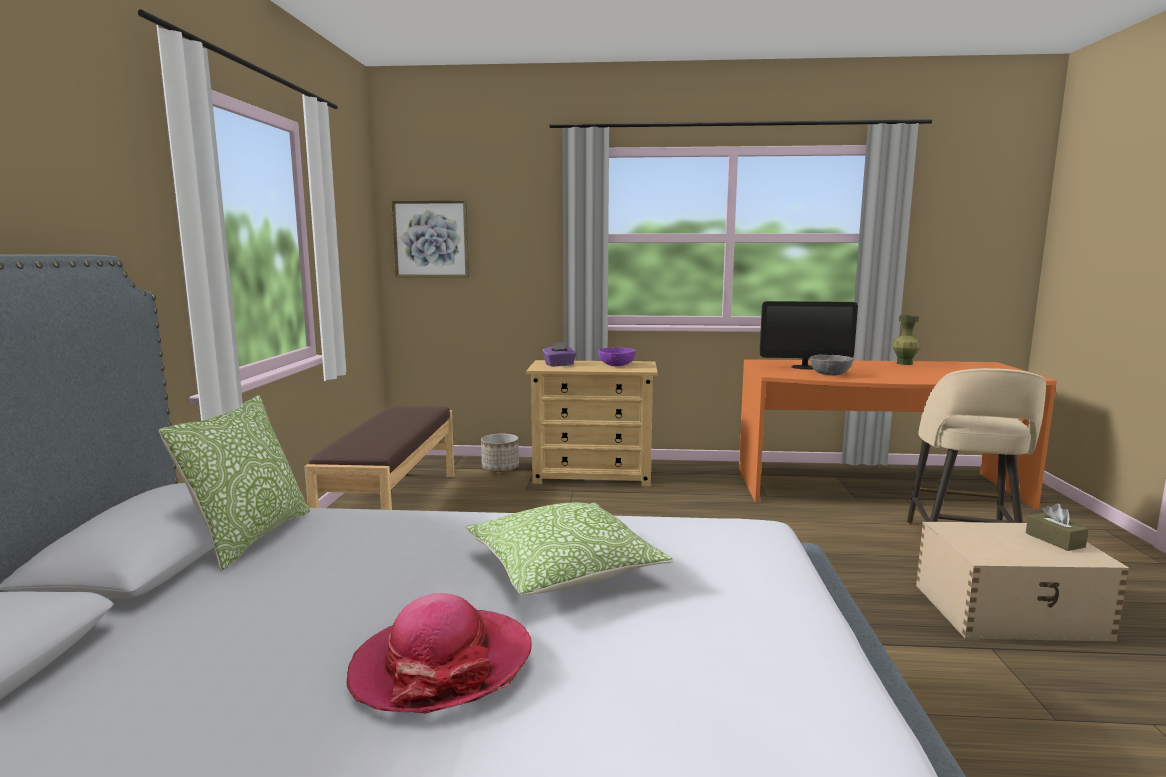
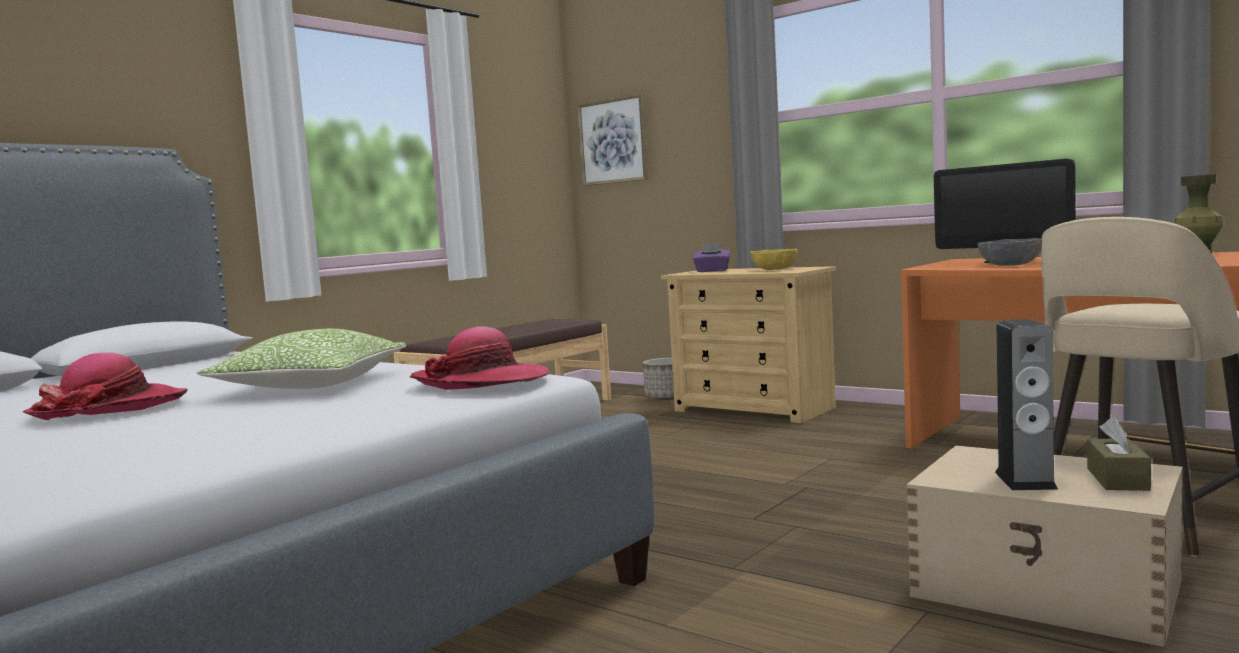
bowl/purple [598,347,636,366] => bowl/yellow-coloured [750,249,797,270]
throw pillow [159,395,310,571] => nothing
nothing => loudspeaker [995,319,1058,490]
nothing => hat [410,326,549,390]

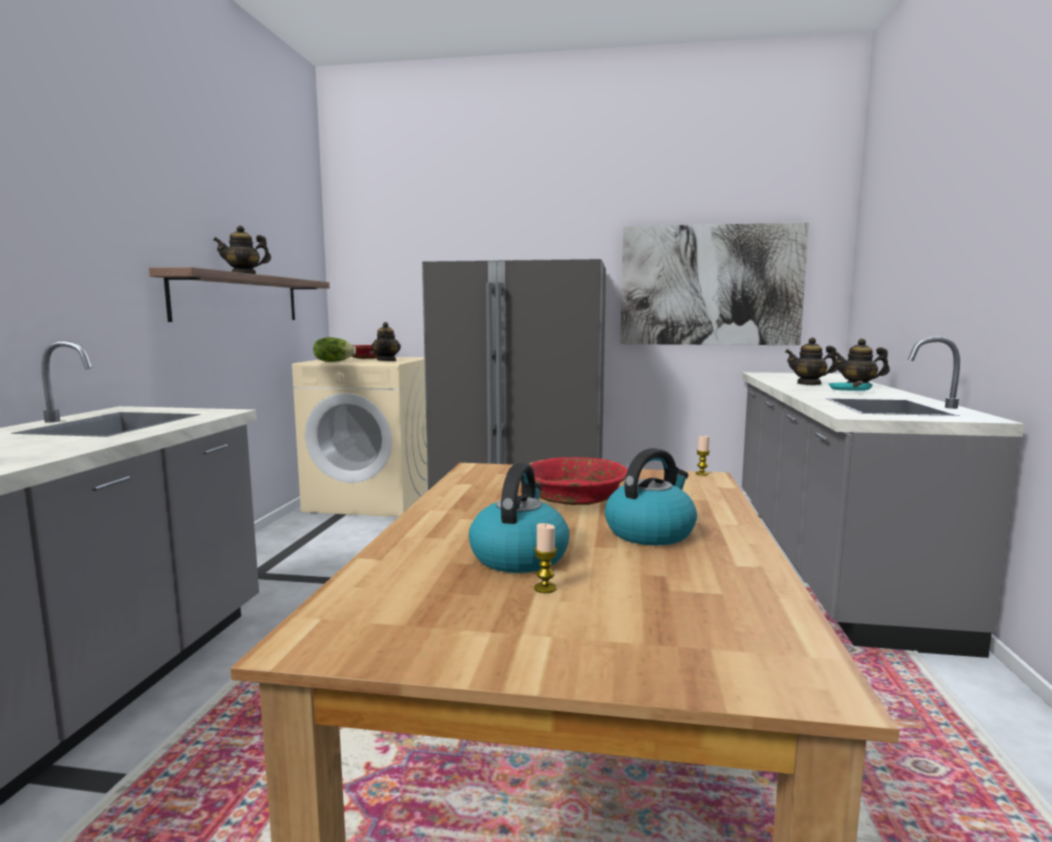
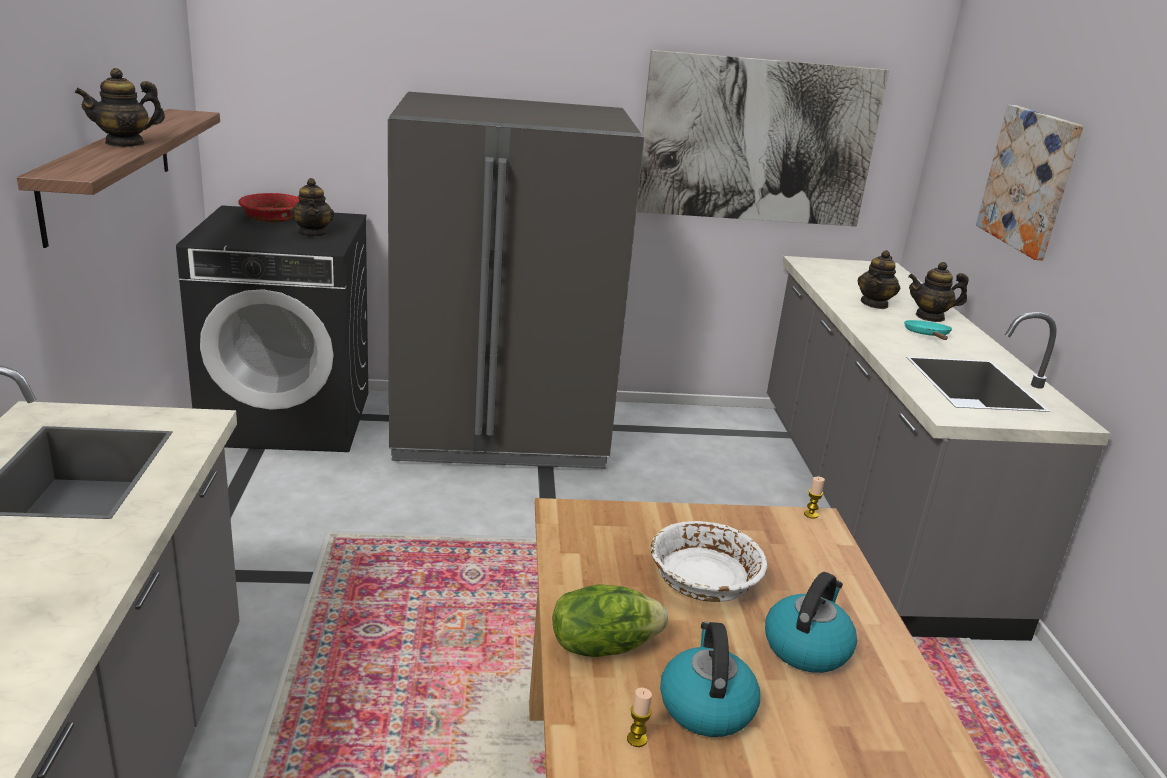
head of lettuce [313,337,356,362] => head of lettuce [553,584,668,657], moved
pot for tea [785,337,837,385] => pot for tea [857,250,900,309], 60 degrees counterclockwise
washing machine/sand-coloured [292,357,428,517] => washing machine/black-coloured [176,205,368,452]
bowl/reddish [529,457,628,505] => bowl/white [651,521,767,602]
wax light [534,523,557,593] => wax light [627,688,652,747], moved
nothing => picture [976,105,1083,260]

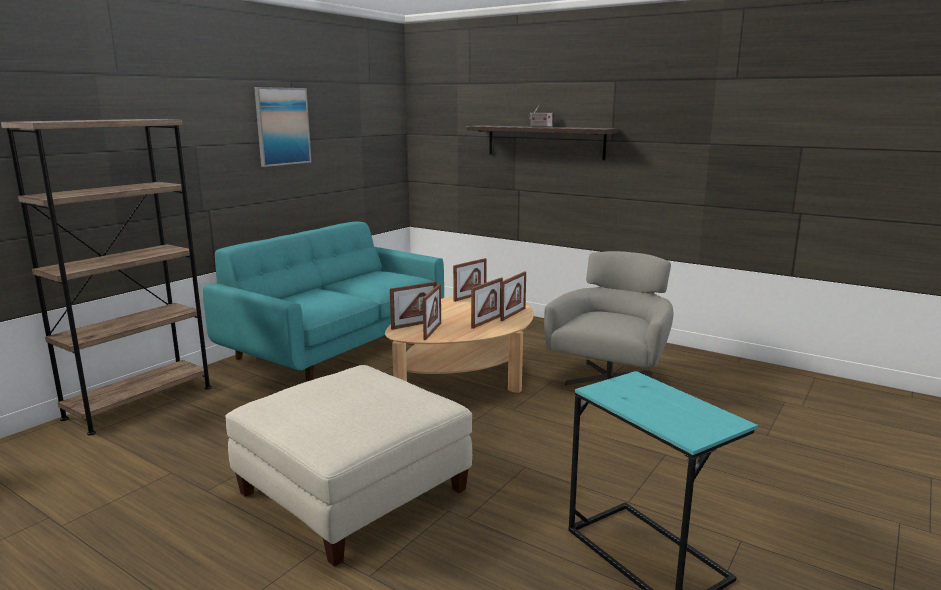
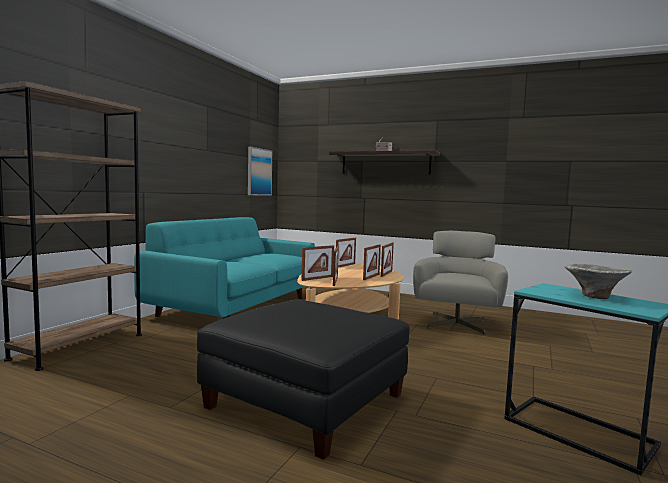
picture [254,87,311,167] => picture [248,147,272,196], moved
pouffe/sand-coloured [225,365,472,567] => pouffe/black-coloured [197,299,410,460]
nothing => bowl [564,264,632,299]

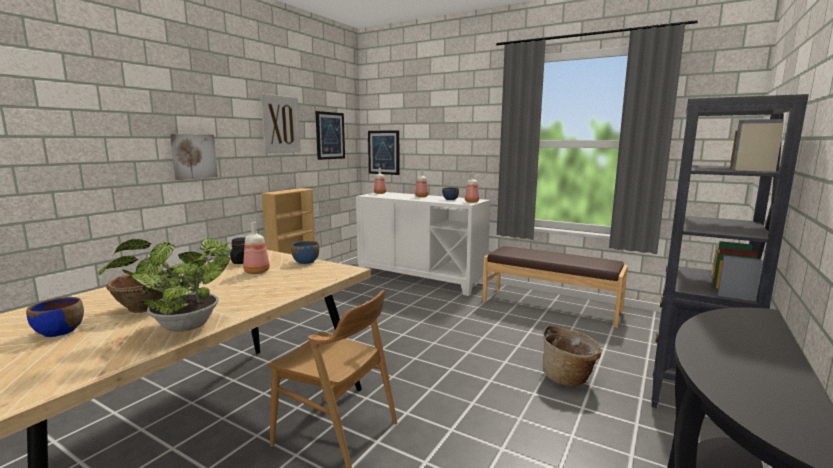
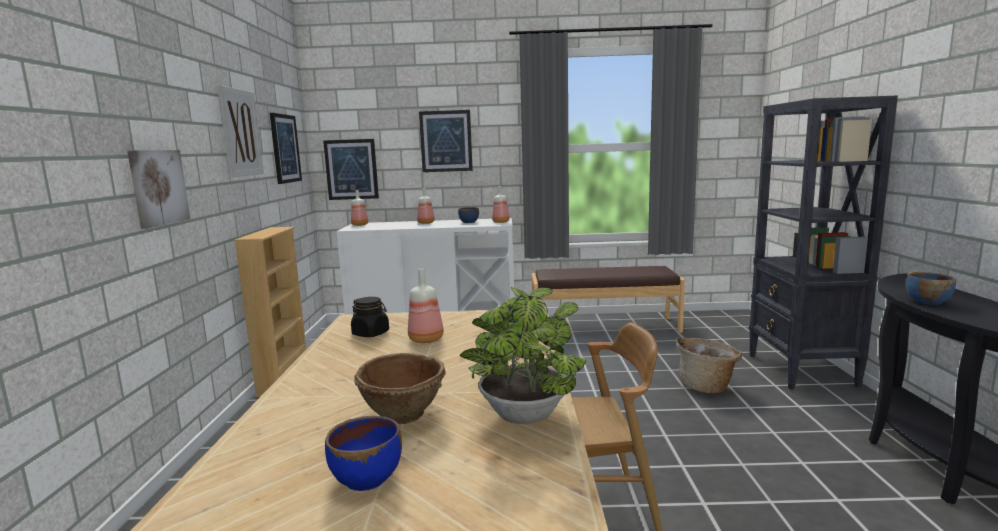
bowl/blue [291,241,319,264] => bowl/blue [906,272,956,305], moved
nothing => picture [419,110,473,172]

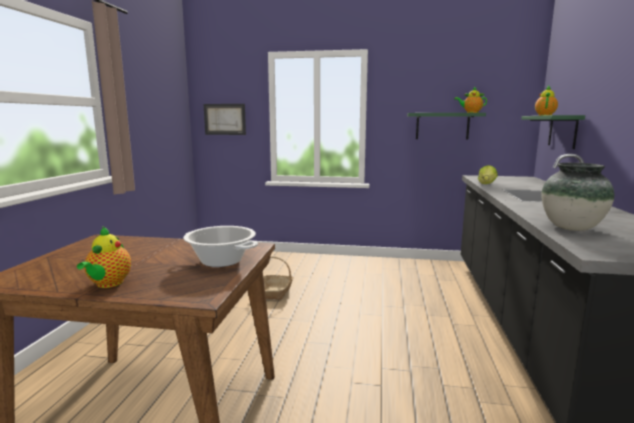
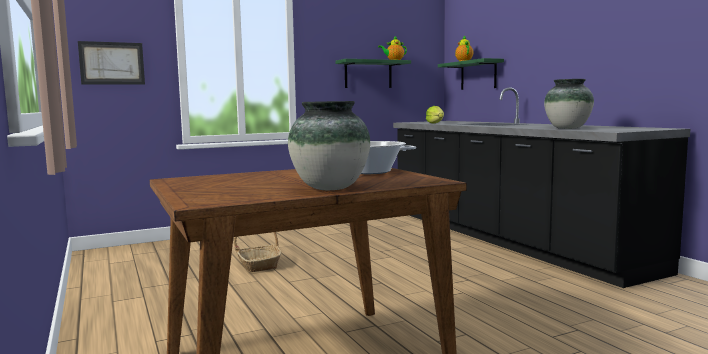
pot for tea [77,226,131,288] => flower vase [288,101,370,190]

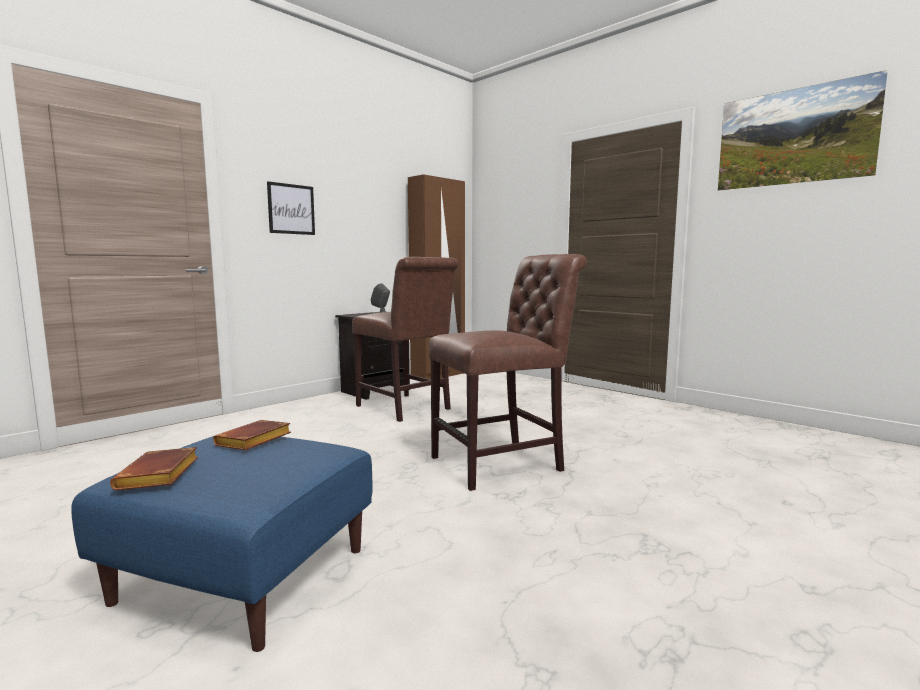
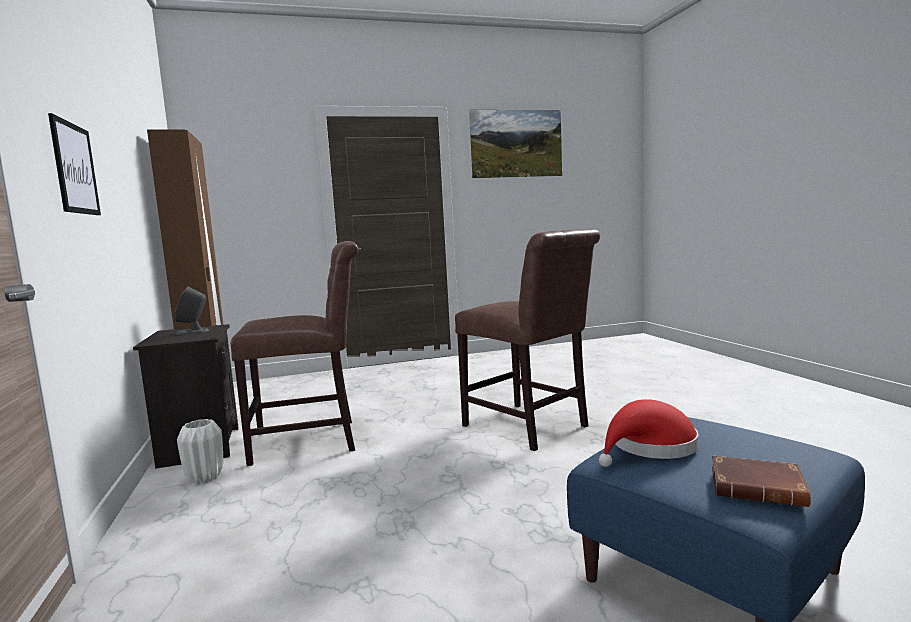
upright chair/brownish [429,254,587,491] => upright chair/brownish [455,229,600,451], 135 degrees clockwise
book/brownish [213,420,291,450] => hat/reddish [599,399,698,467]
nothing => flower vase/white [177,419,223,484]

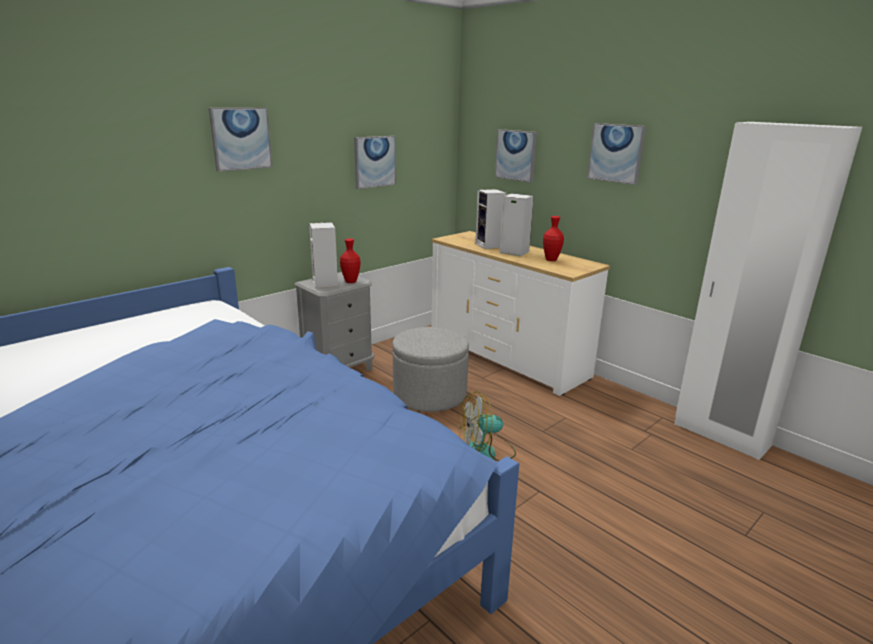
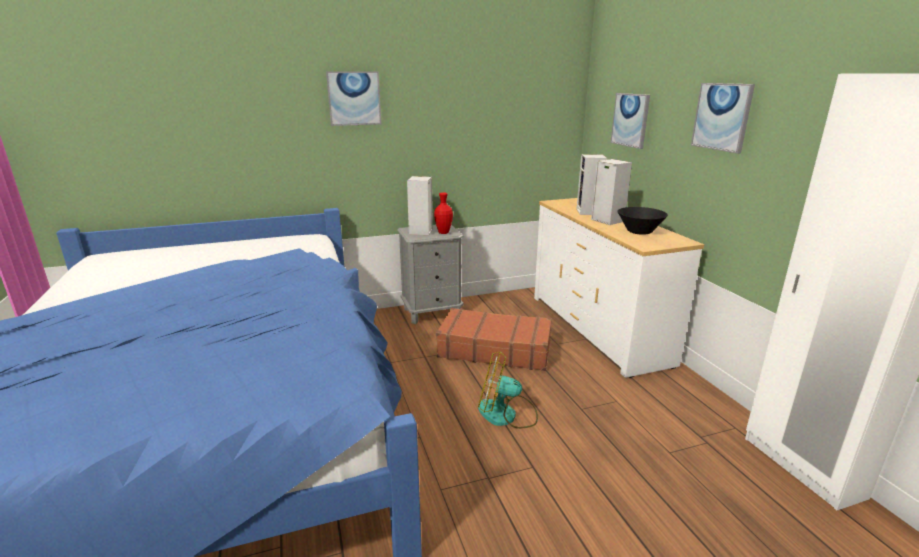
picture [354,136,396,189] => nothing
flower vase/reddish [543,216,564,261] => bowl/black-coloured [617,207,668,235]
pouffe/gray [392,327,469,412] => suitcase/brownish [436,308,552,371]

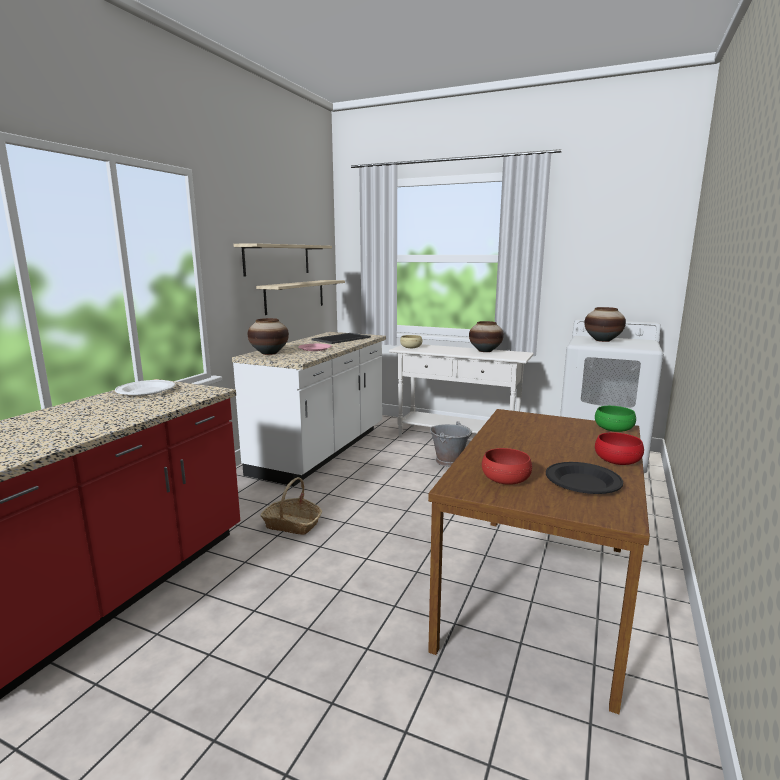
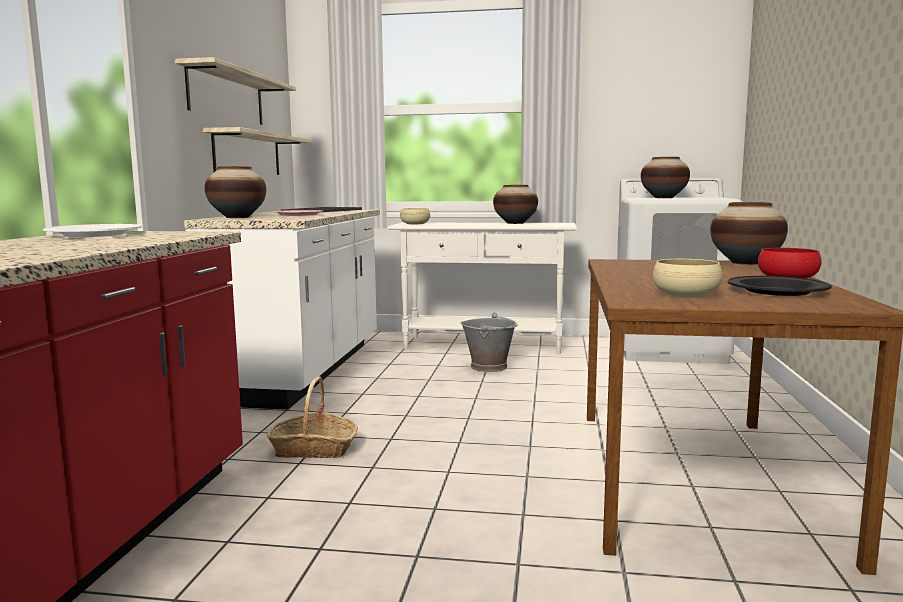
bowl/green [595,406,636,432] => flower vase [710,202,788,265]
bowl/reddish [482,448,532,485] => bowl/sand-coloured [653,259,723,297]

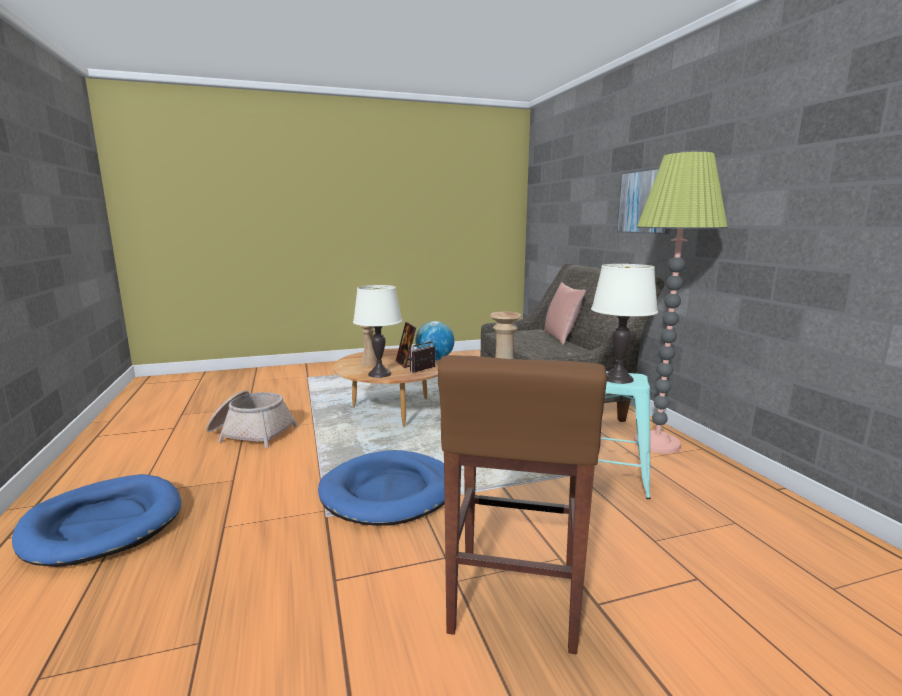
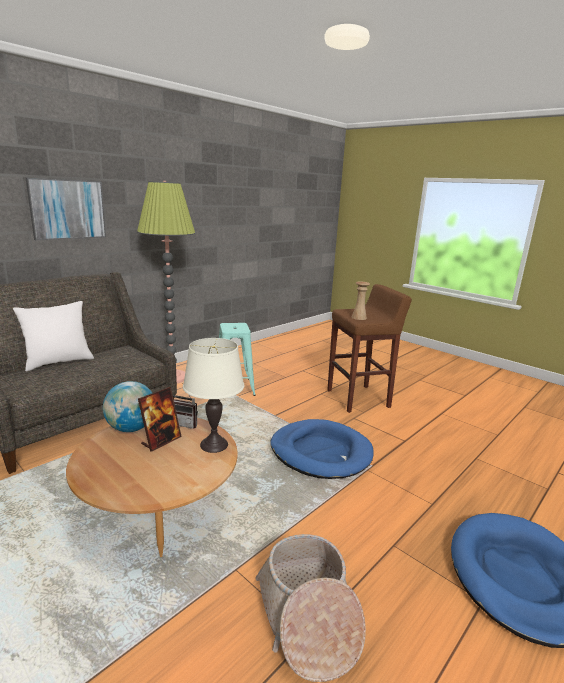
table lamp/white [591,264,658,384] => nothing
throw pillow/pink [544,282,586,345] => throw pillow/white [13,301,94,372]
flower vase/sand-coloured [360,325,377,366] => nothing

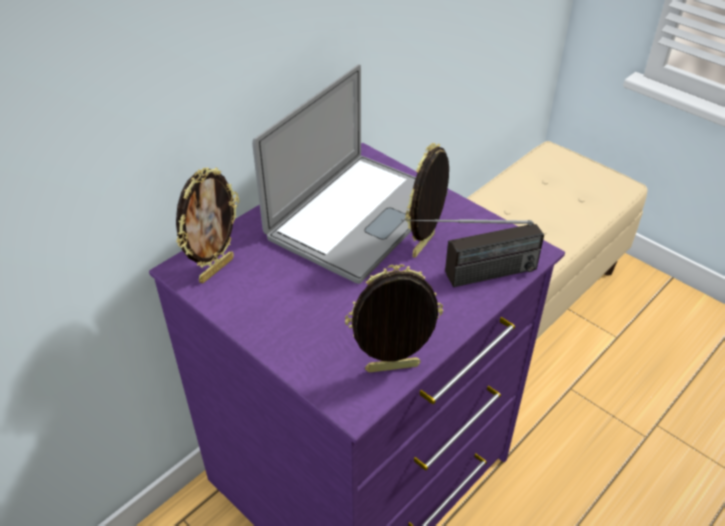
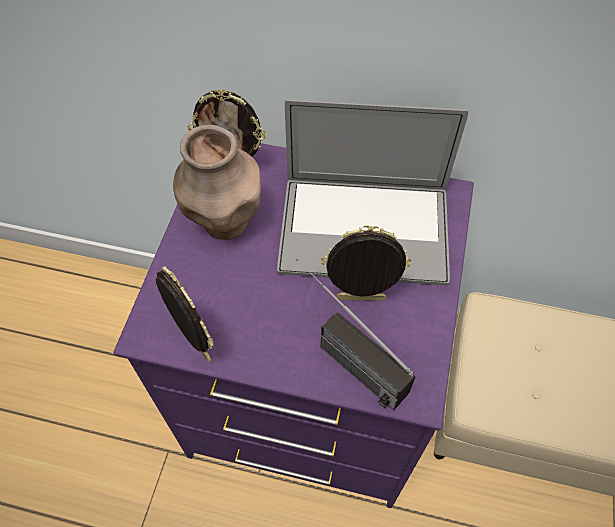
nothing => flower vase/brownish [173,124,261,240]

